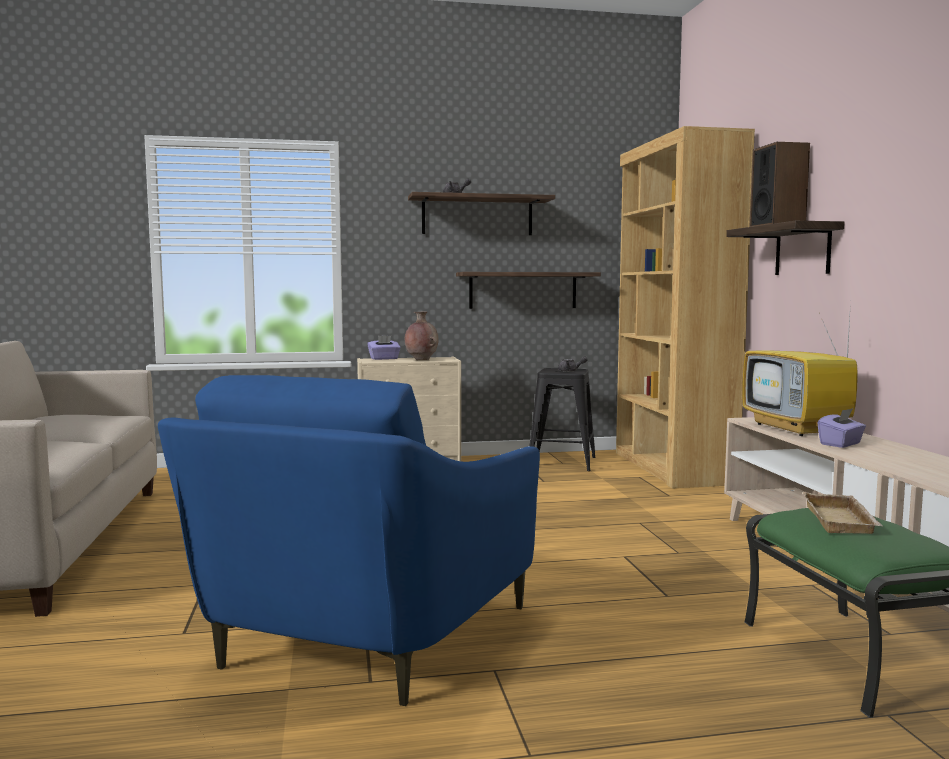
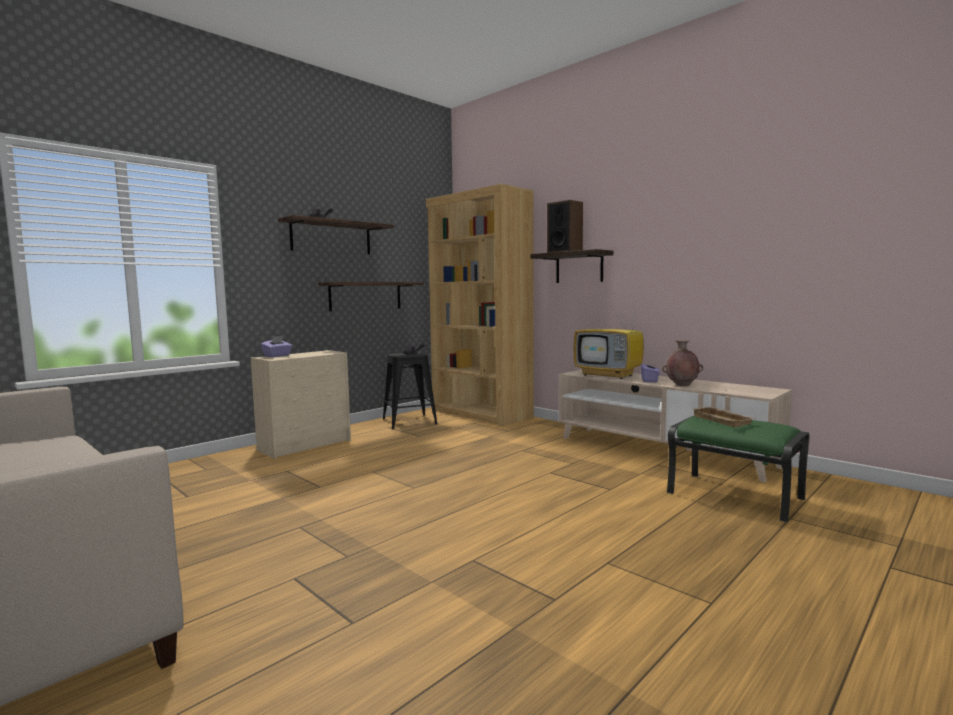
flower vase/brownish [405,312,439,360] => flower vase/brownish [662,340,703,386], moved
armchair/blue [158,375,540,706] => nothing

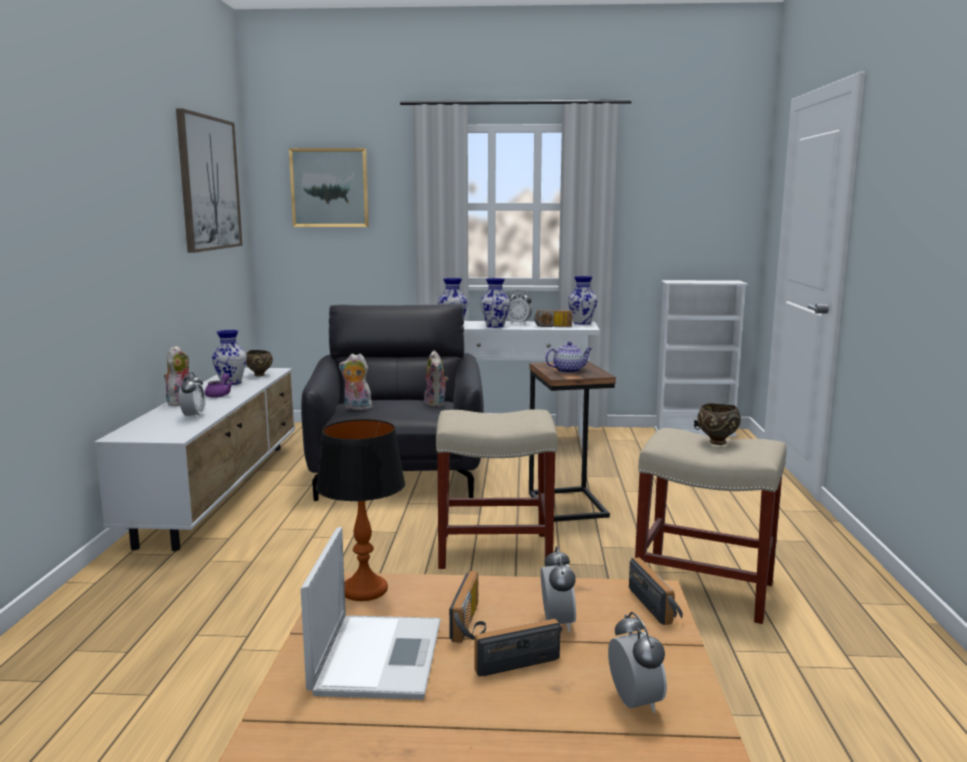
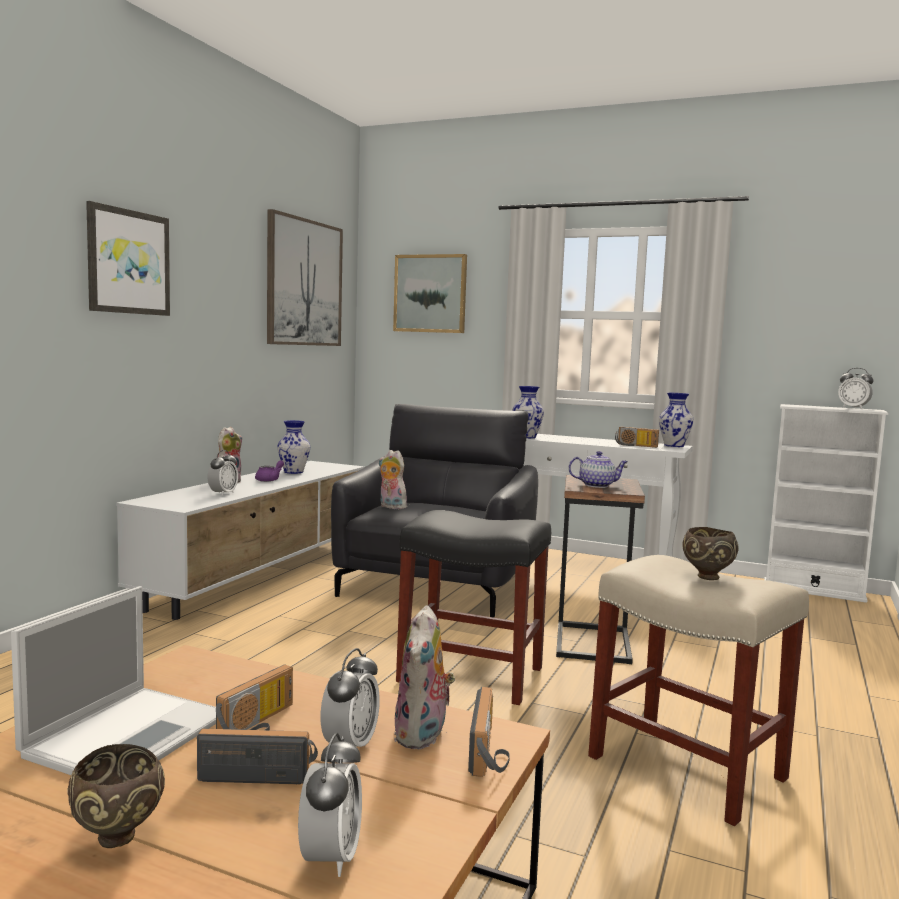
flower vase [480,278,510,328] => nothing
bedside clock [508,290,532,324] => bedside clock [838,368,873,409], moved
bowl/brownish [246,350,273,377] => bowl/brownish [67,744,165,848], moved
cuddly toy [424,350,448,407] => cuddly toy [394,605,455,749], moved
sitting stool/sand-coloured [436,409,558,569] => sitting stool/black-coloured [396,510,551,705]
table lamp [316,419,405,601] => nothing
nothing => picture [86,201,170,316]

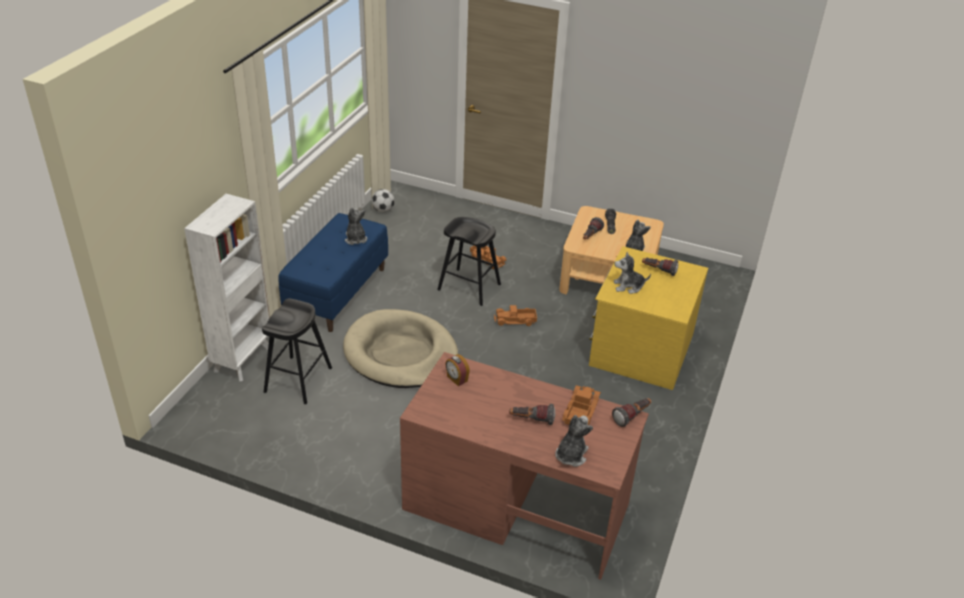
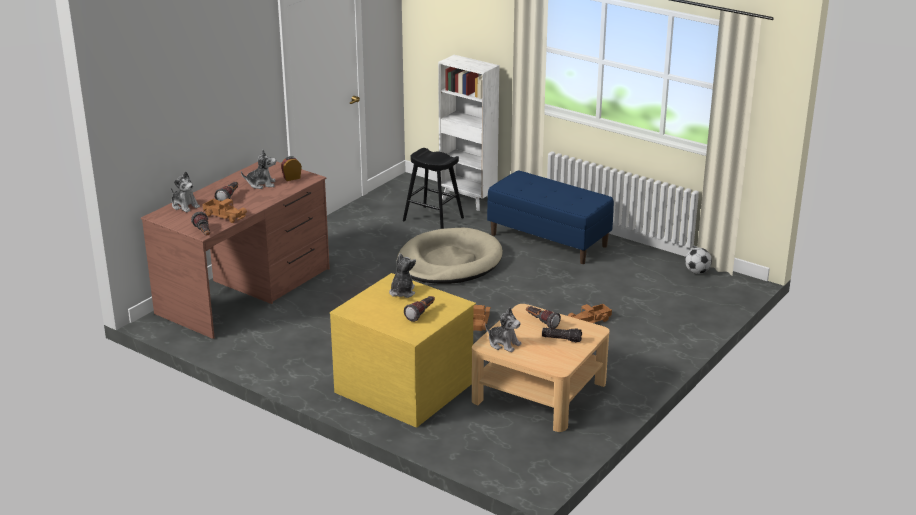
cuddly toy [345,207,367,245] => cuddly toy [241,149,276,189], moved
sitting stool/black-coloured [437,217,501,306] => nothing

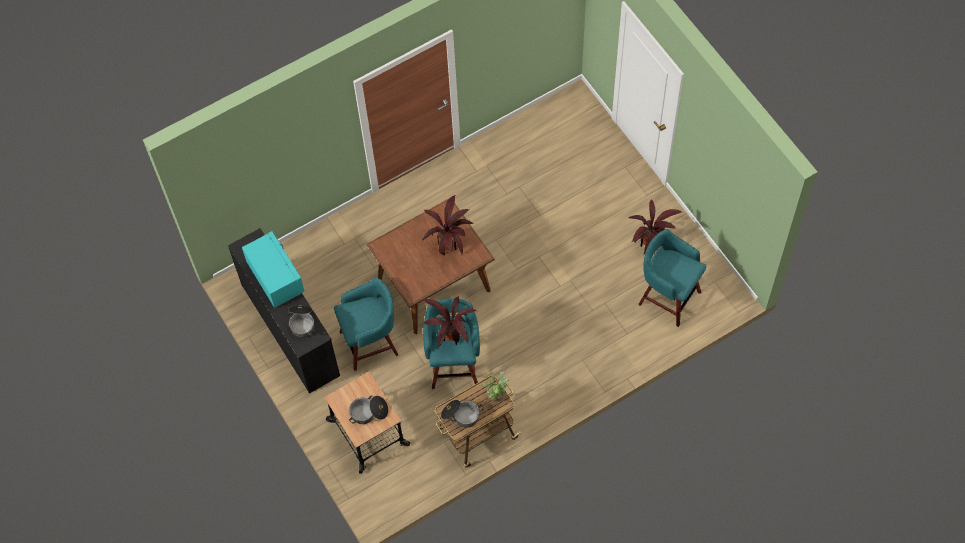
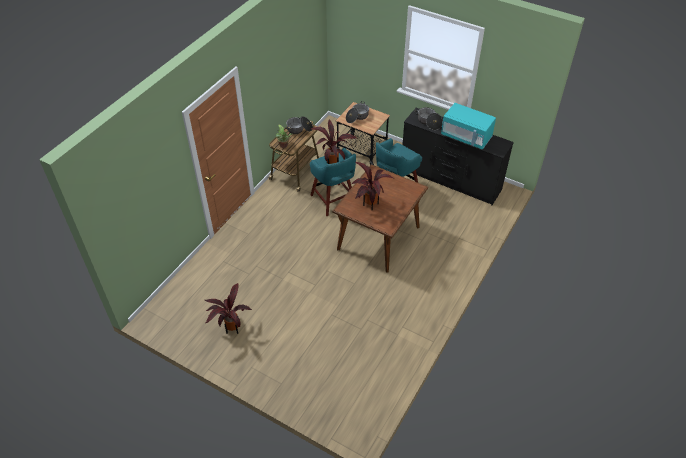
sitting stool/turquoise [638,229,706,327] => nothing

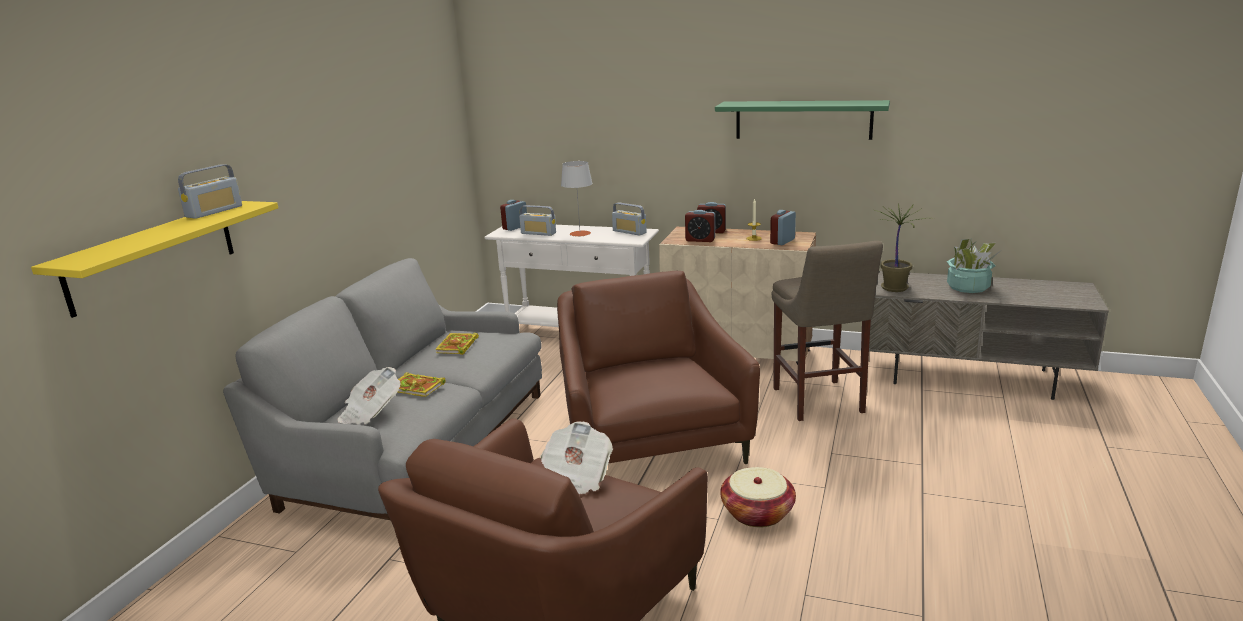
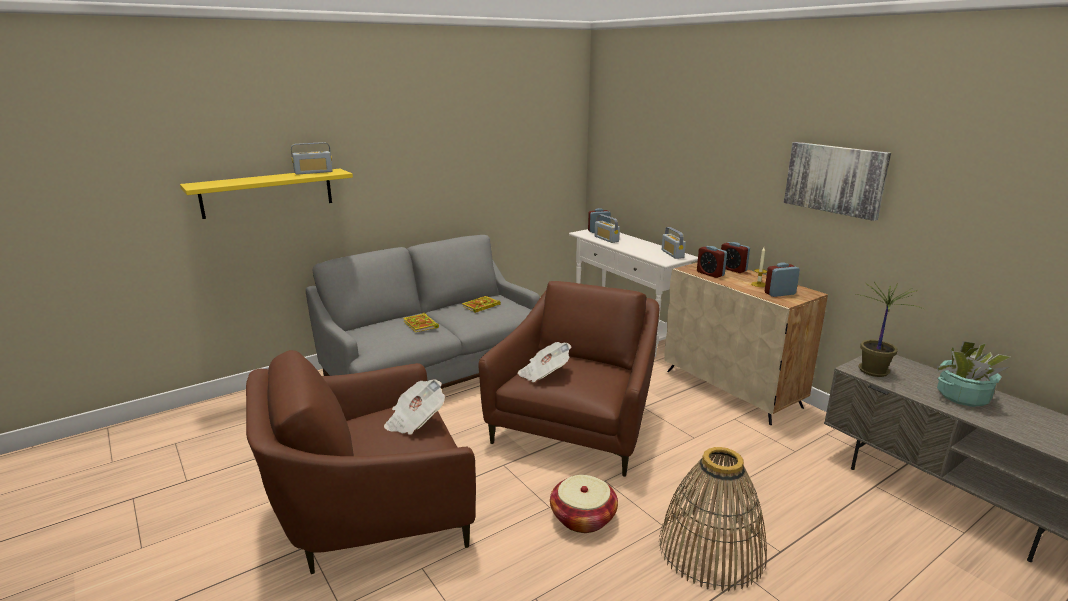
shelf/green [715,100,890,140] => picture [784,142,891,221]
table lamp/gray [561,161,593,237] => nothing
sitting stool/sand-coloured [771,241,883,421] => nothing
newspaper [337,367,400,424] => newspaper [518,342,572,382], moved
nothing => storage basket [659,447,767,591]

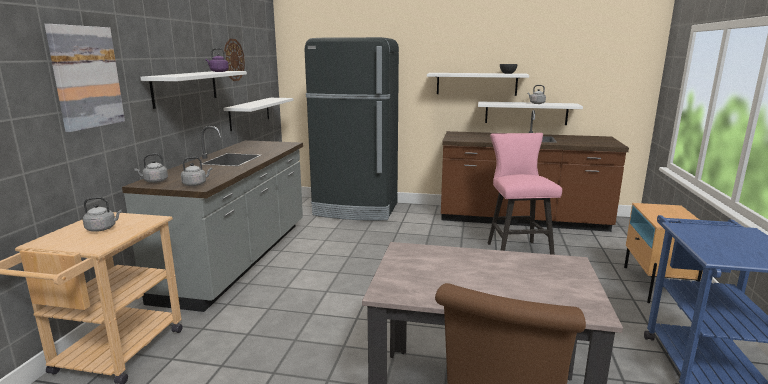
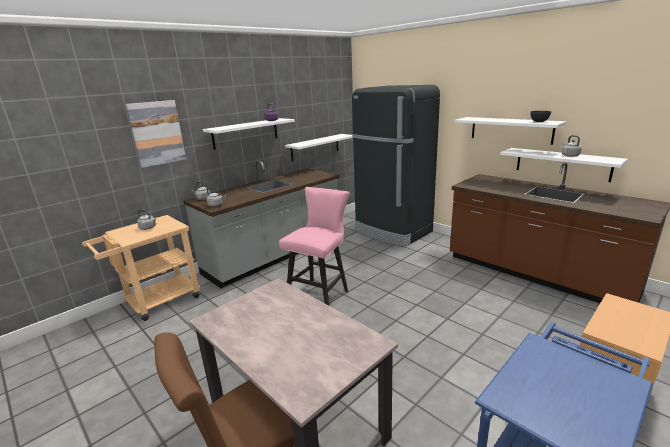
clock on the wall [223,39,245,81] => nothing
sitting stool/pink [488,133,562,255] => sitting stool/pink [279,187,350,306], moved

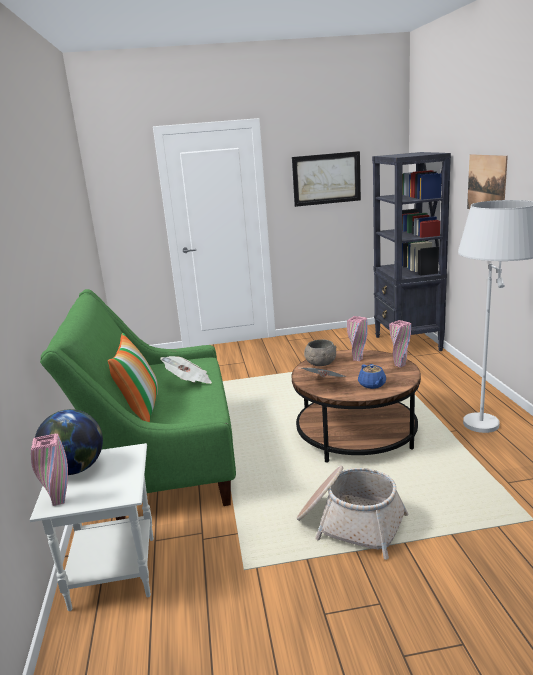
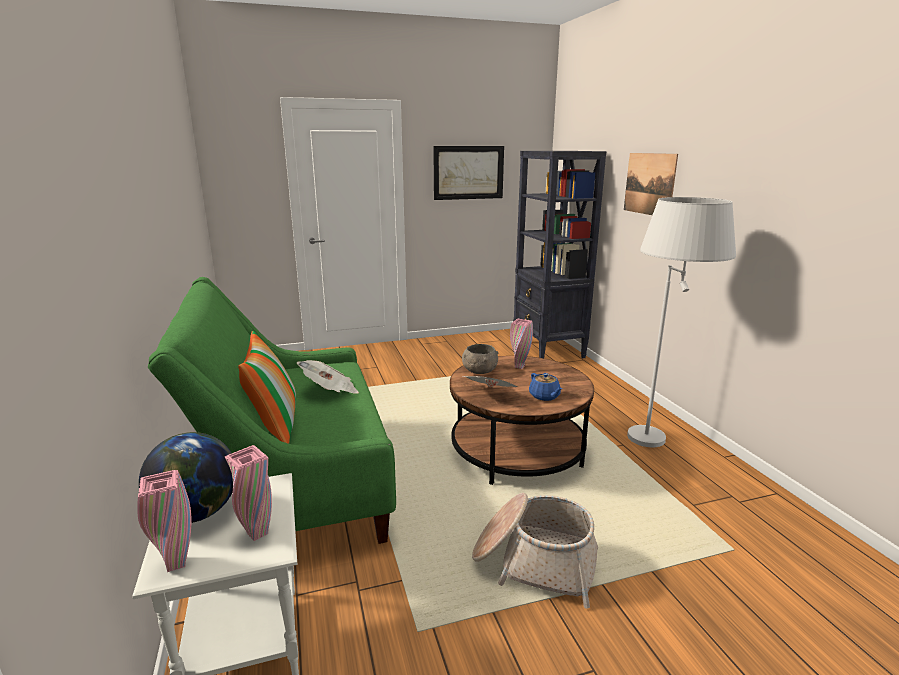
flower vase/pink [389,320,411,368] => flower vase/pink [225,445,272,541], moved

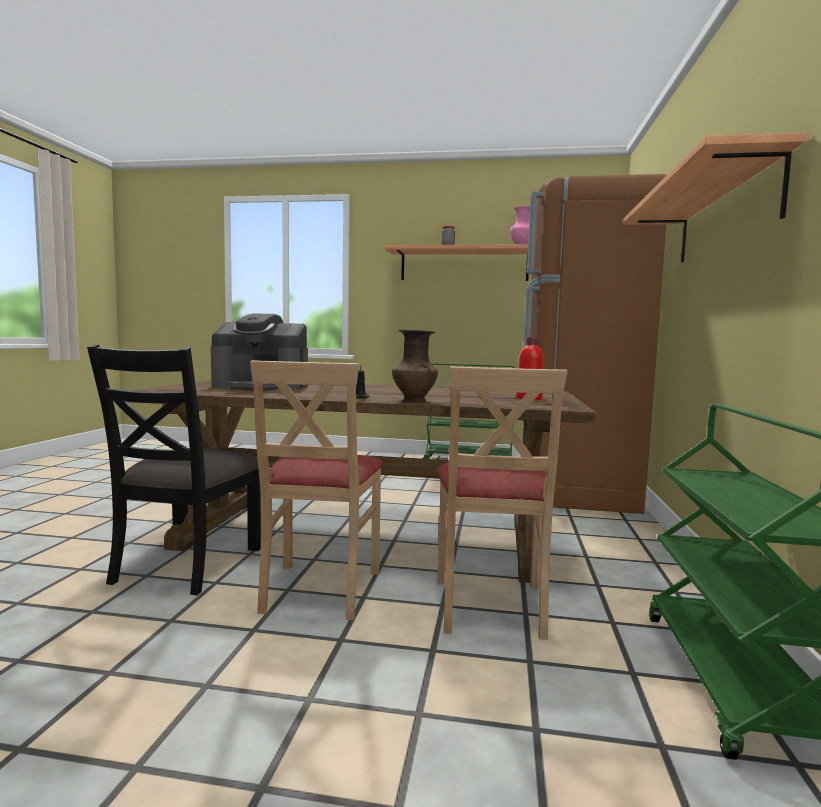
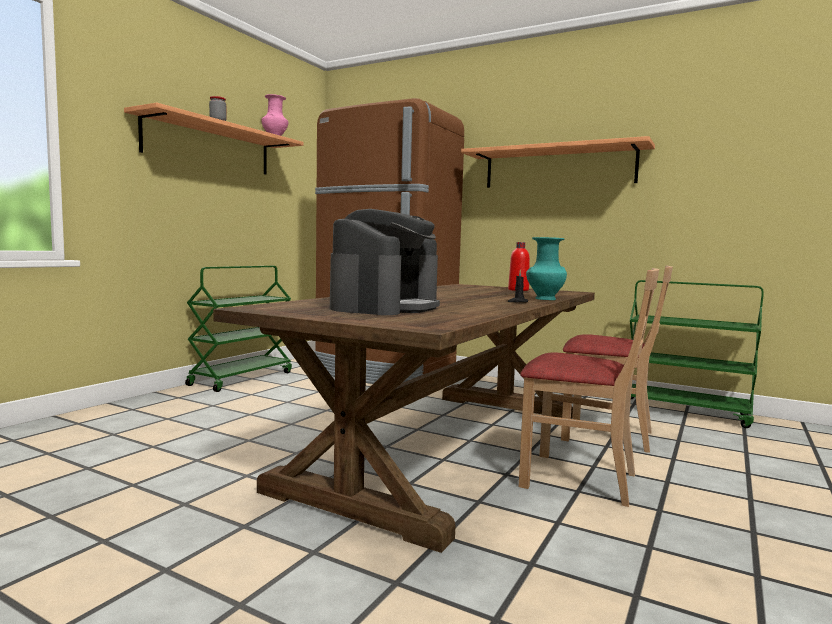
flower vase/brownish [392,330,438,403] => flower vase/turquoise [526,237,567,300]
upright chair/black-coloured [87,344,261,595] => nothing

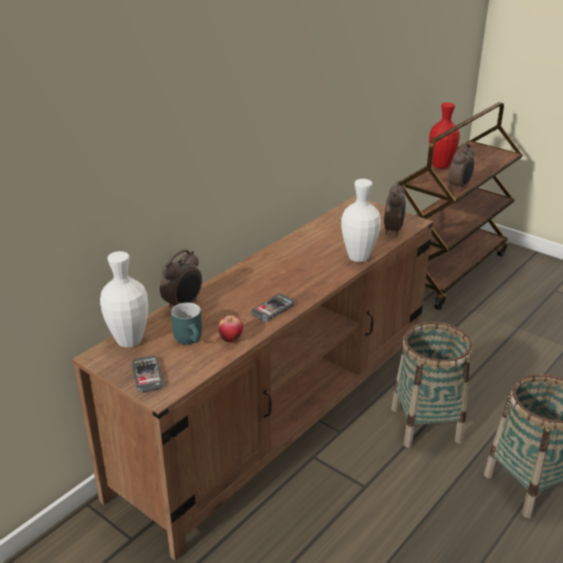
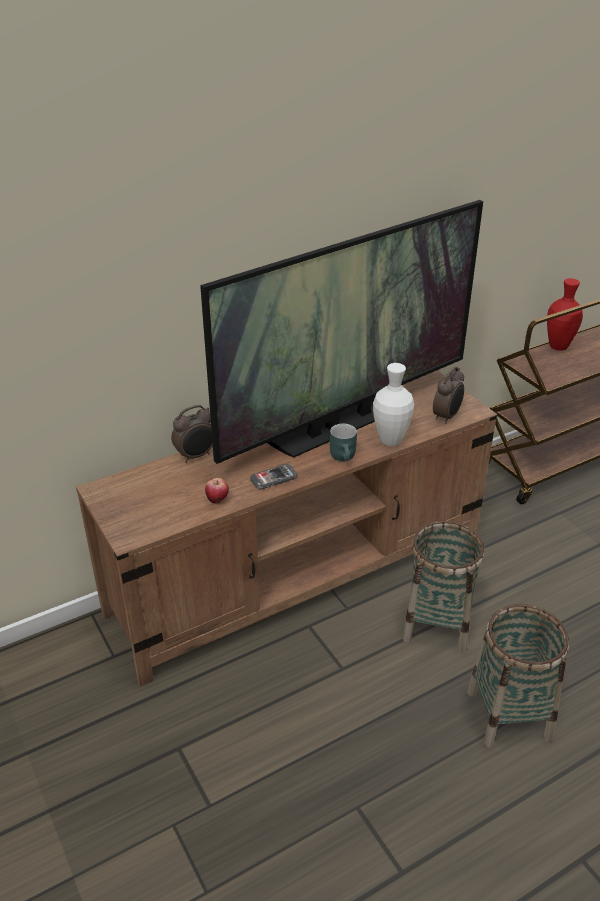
bedside clock [448,143,475,191] => nothing
flower vase/white [100,251,148,347] => nothing
tea mug/turquoise [171,302,202,344] => tea mug/turquoise [330,424,357,461], moved
phone [132,355,164,393] => nothing
nothing => television [200,200,483,464]

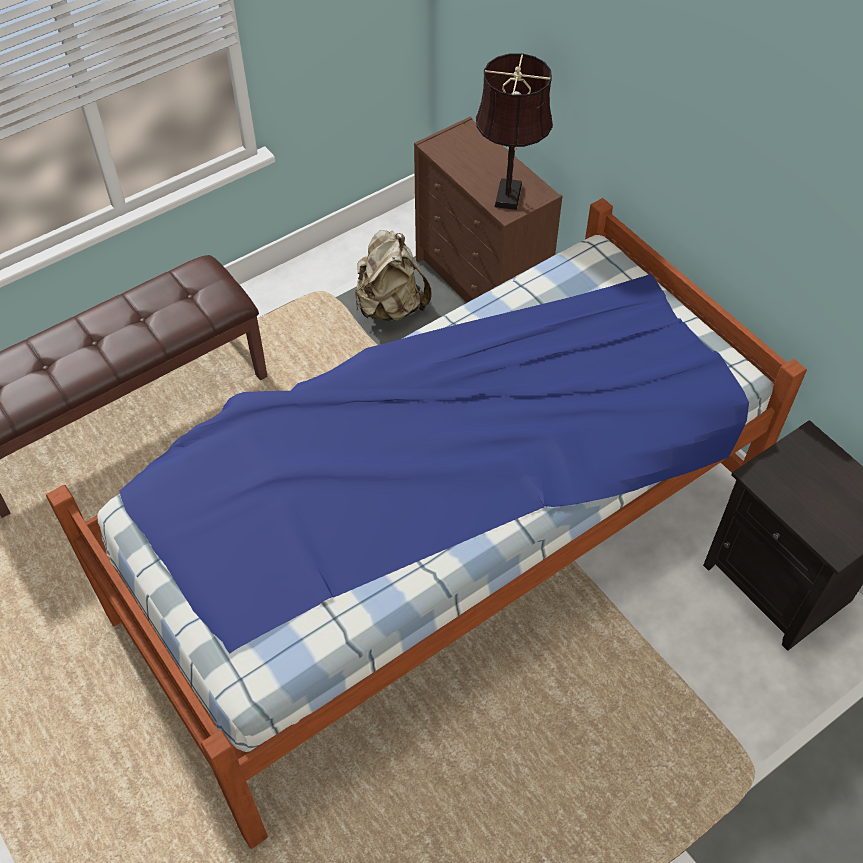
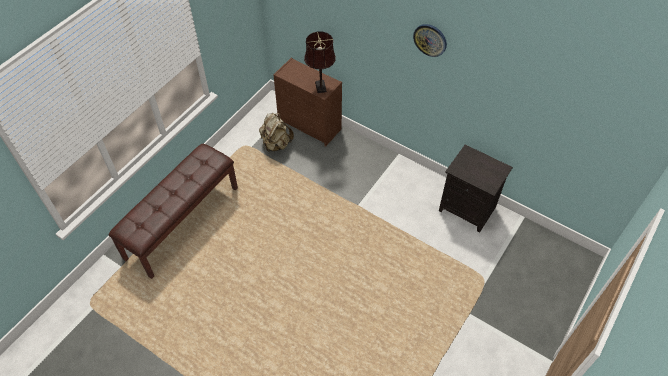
bed [46,198,807,849] => nothing
nothing => clock on the wall [413,24,447,57]

